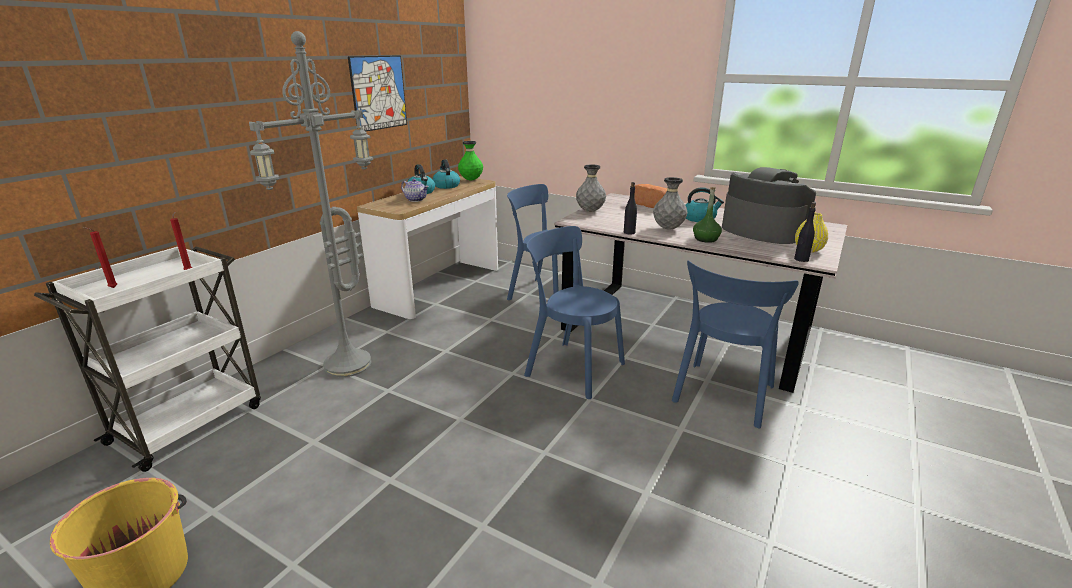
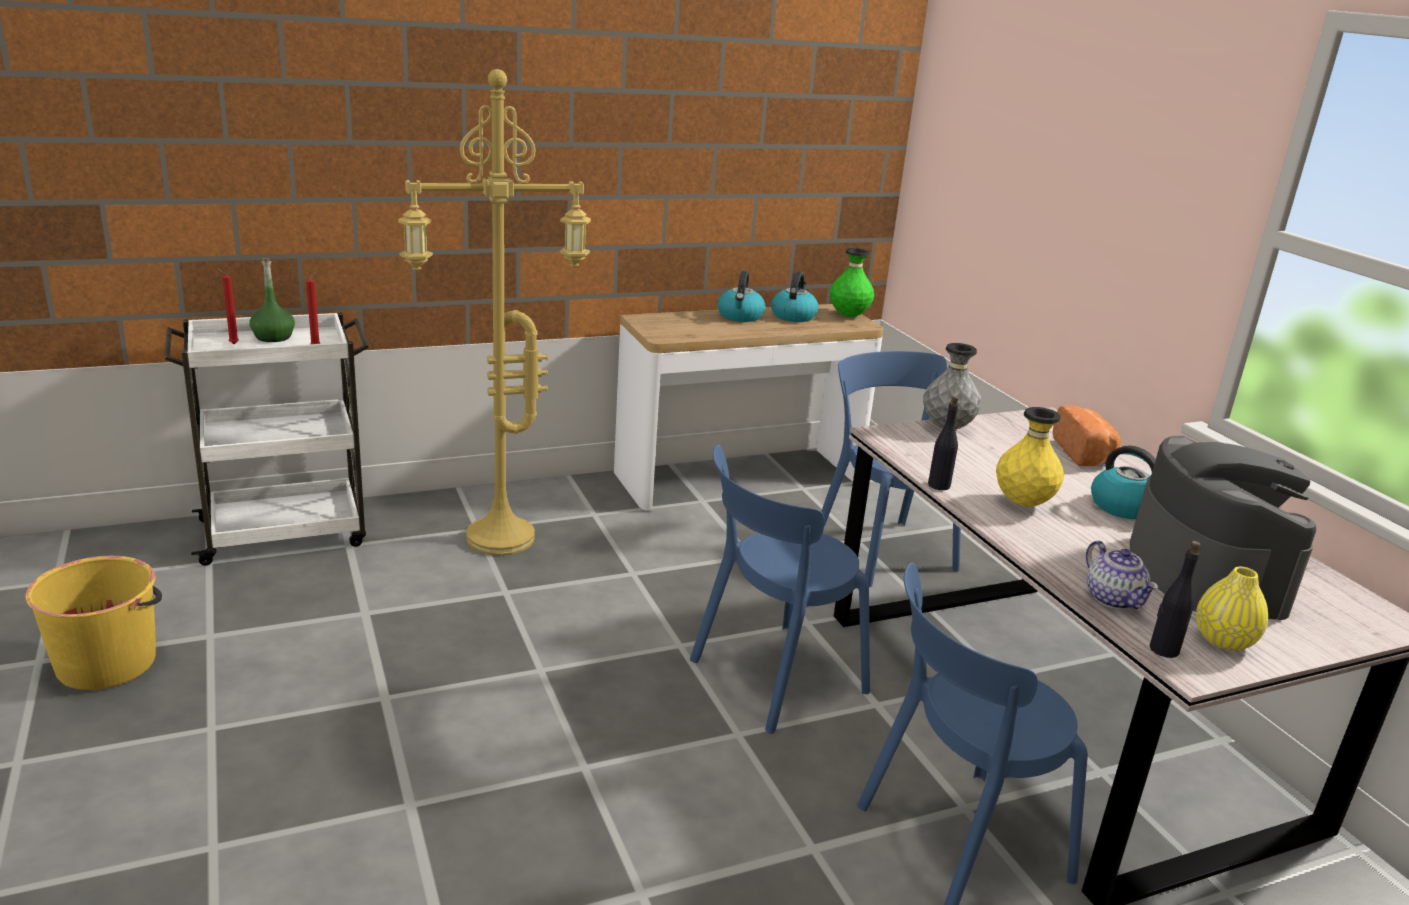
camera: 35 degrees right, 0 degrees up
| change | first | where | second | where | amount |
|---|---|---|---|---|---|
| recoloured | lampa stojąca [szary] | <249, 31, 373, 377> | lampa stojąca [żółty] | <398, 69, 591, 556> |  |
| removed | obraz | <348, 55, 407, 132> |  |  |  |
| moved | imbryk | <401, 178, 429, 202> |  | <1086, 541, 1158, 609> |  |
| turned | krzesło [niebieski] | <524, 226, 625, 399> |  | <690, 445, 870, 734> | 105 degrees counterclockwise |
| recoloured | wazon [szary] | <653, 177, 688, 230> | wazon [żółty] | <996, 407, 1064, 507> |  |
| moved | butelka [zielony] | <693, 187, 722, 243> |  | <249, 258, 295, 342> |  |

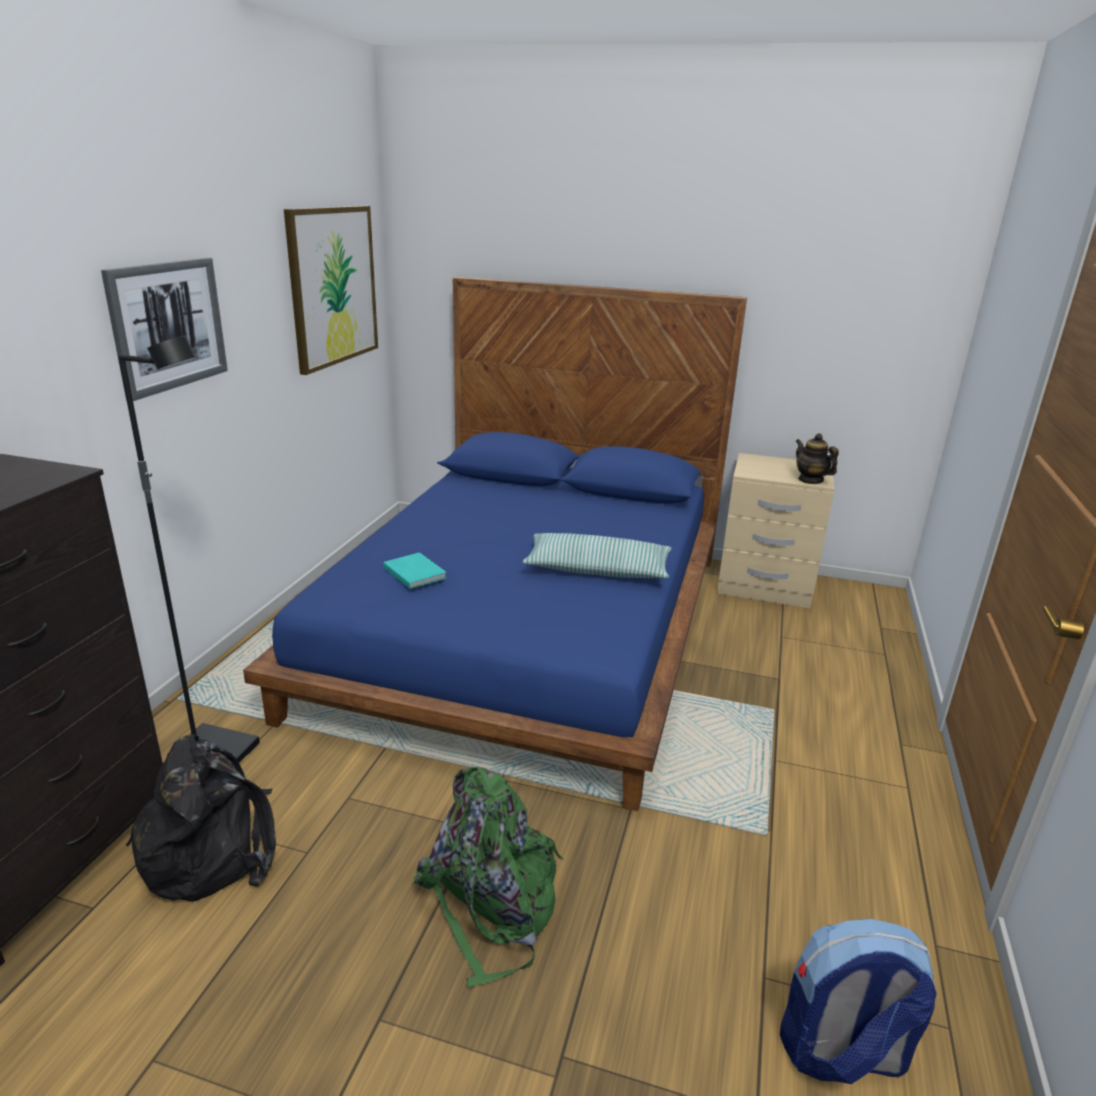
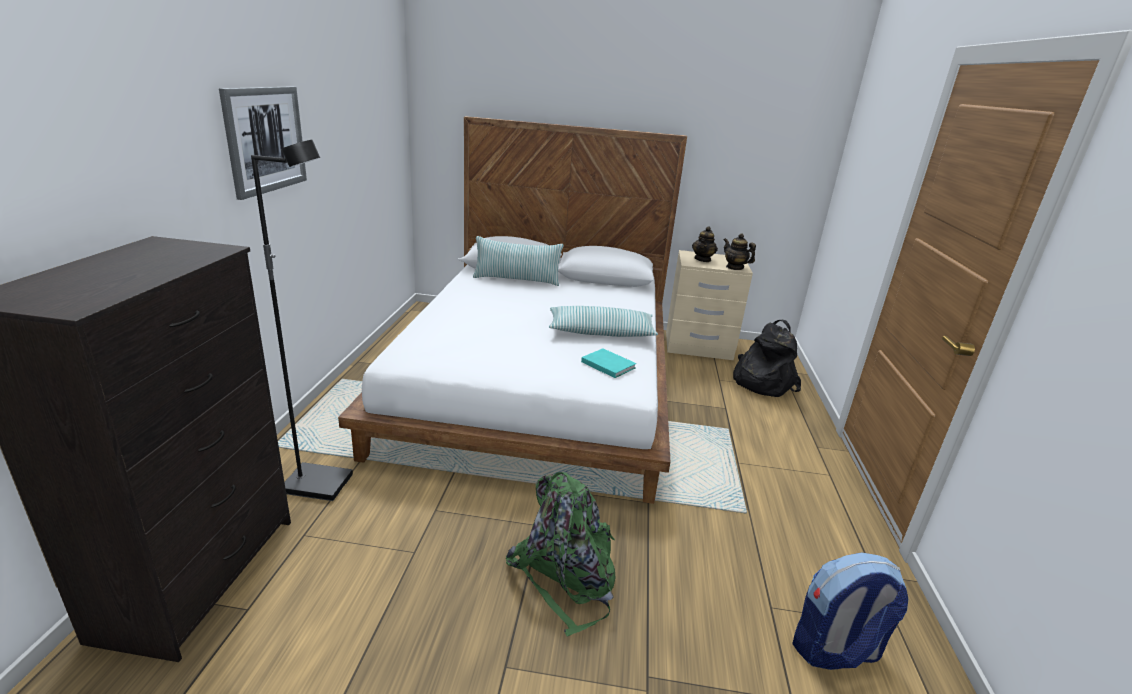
camera: 10 degrees left, 0 degrees up
| change | first | where | second | where | amount |
|---|---|---|---|---|---|
| moved | plecak [czarny] | <126, 734, 276, 902> |  | <733, 319, 801, 397> |  |
| recoloured | łóżko [niebieski] | <243, 277, 747, 811> | łóżko [biały] | <338, 116, 687, 504> |  |
| removed | obraz | <284, 206, 378, 375> |  |  |  |
| moved | książka [turkusowy] | <383, 552, 447, 589> |  | <581, 349, 636, 378> |  |
| added |  |  | poduszka | <473, 236, 564, 286> |  |
| added |  |  | imbryk | <692, 226, 718, 262> |  |

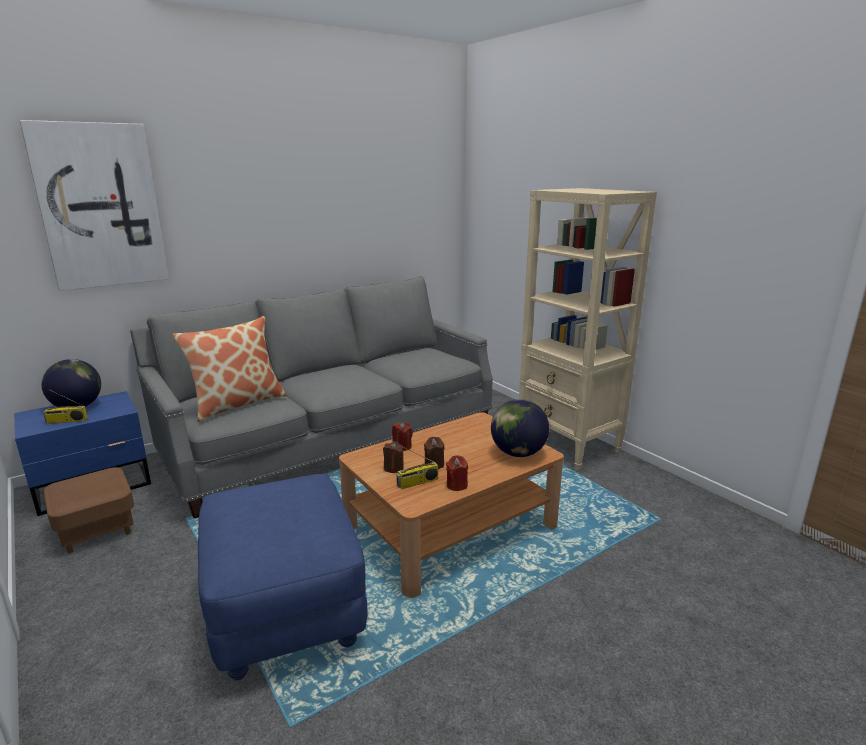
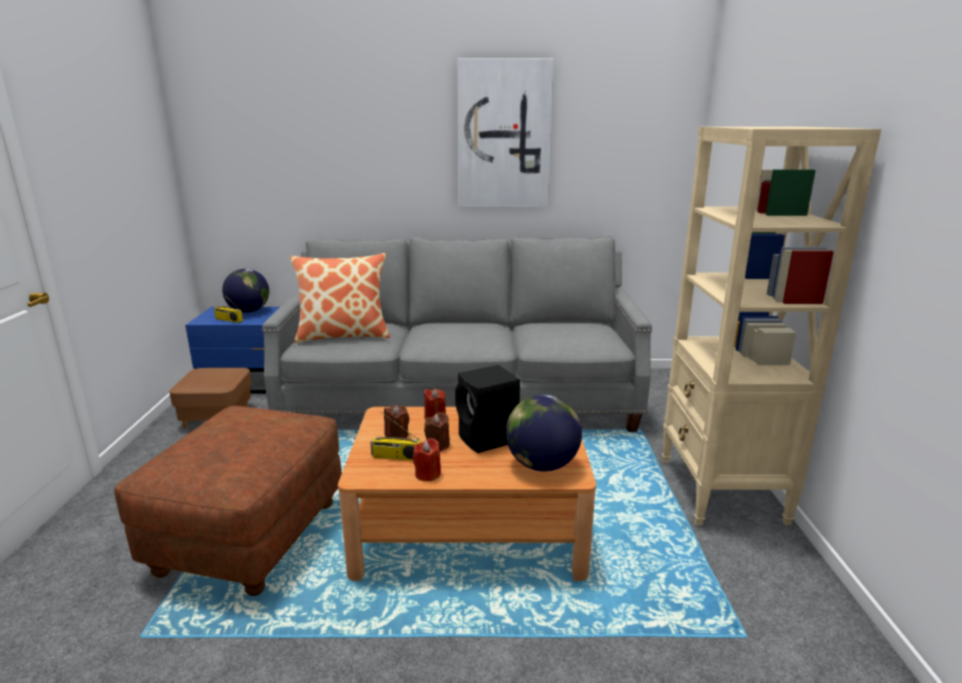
camera: 35 degrees right, 0 degrees up
| change | first | where | second | where | amount |
|---|---|---|---|---|---|
| moved | obraz | <20, 120, 169, 291> |  | <457, 58, 554, 207> |  |
| recoloured | pufa [niebieski] | <198, 474, 367, 680> | pufa [brązowy] | <114, 406, 342, 596> |  |
| added |  |  | głośnik [czarny] | <455, 365, 520, 453> |  |

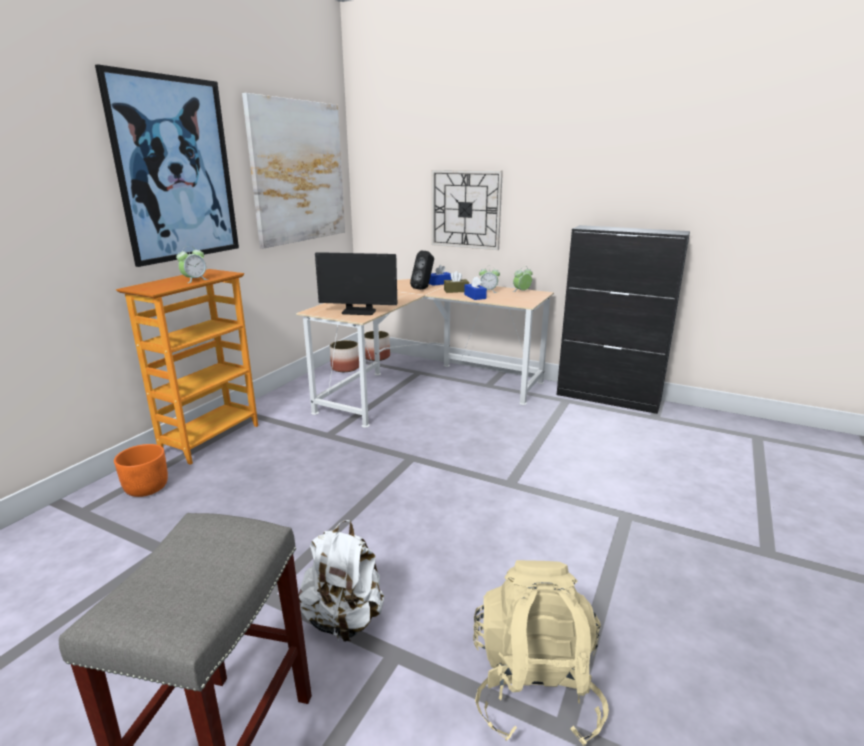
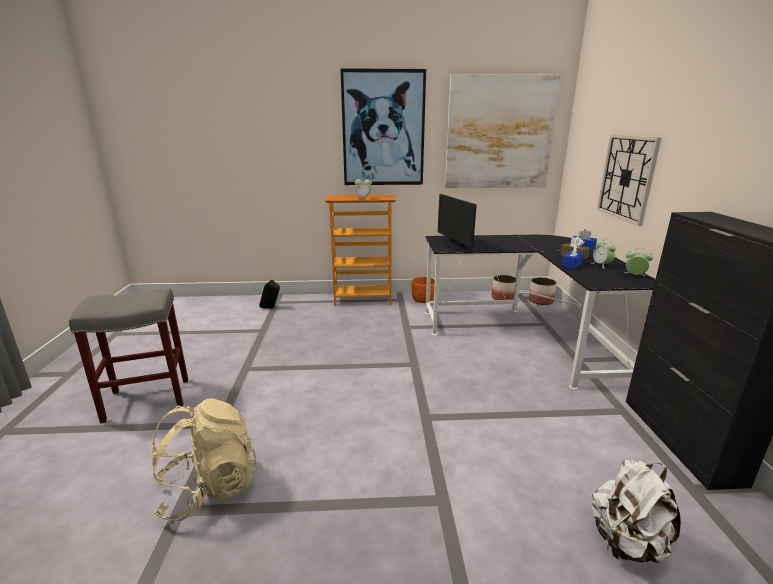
camera: 60 degrees right, 0 degrees up
| change | first | where | second | where | amount |
|---|---|---|---|---|---|
| moved | donica [pomarańczowy] | <114, 444, 168, 497> |  | <411, 277, 435, 303> |  |
| recoloured | biurko [beżowy] | <296, 279, 554, 428> | biurko [czarny] | <425, 235, 655, 390> |  |
| moved | plecak [biały] | <299, 520, 384, 644> |  | <591, 460, 681, 564> |  |
| moved | głośnik [czarny] | <410, 251, 434, 290> |  | <259, 279, 280, 309> |  |

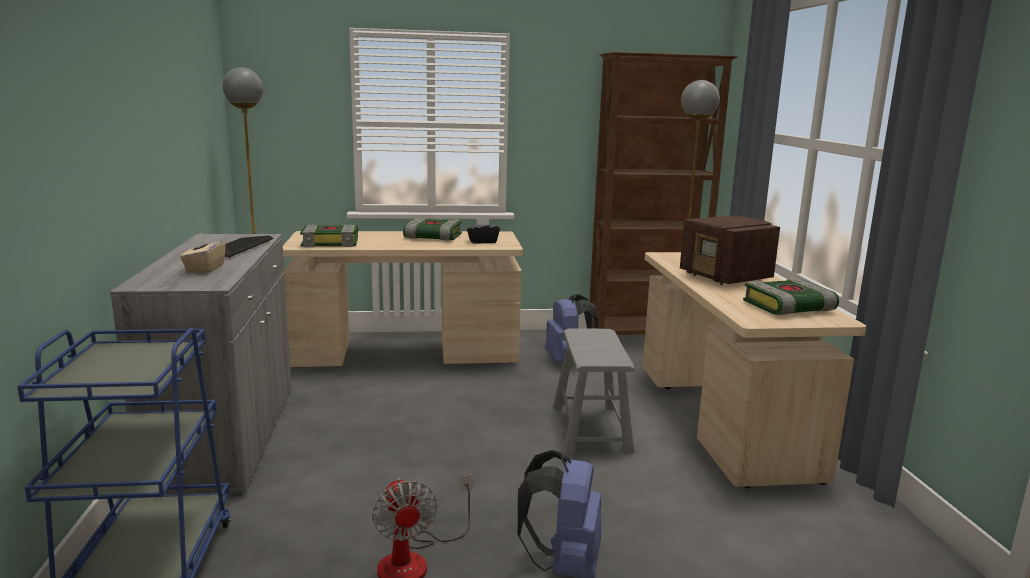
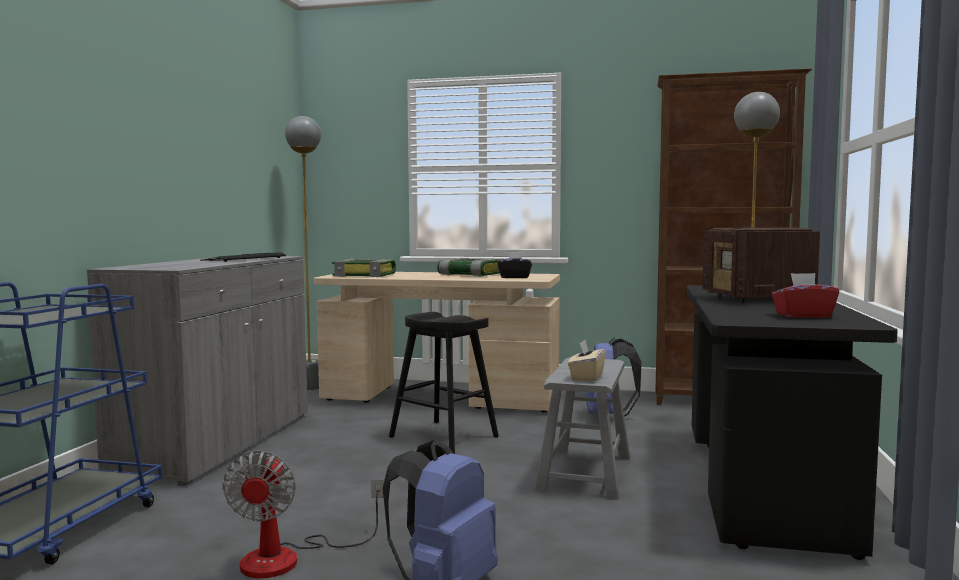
camera: 20 degrees right, 10 degrees down
| change | first | where | second | where | amount |
|---|---|---|---|---|---|
| moved | pudełko chusteczek [beżowy] | <180, 233, 226, 273> |  | <568, 340, 606, 382> |  |
| recoloured | biurko [beżowy] | <643, 252, 866, 488> | biurko [czarny] | <686, 285, 898, 560> |  |
| replaced | książka | <743, 278, 839, 315> | pudełko chusteczek [czerwony] | <771, 273, 839, 318> |  |
| added |  |  | stołek [czarny] | <389, 312, 499, 454> |  |

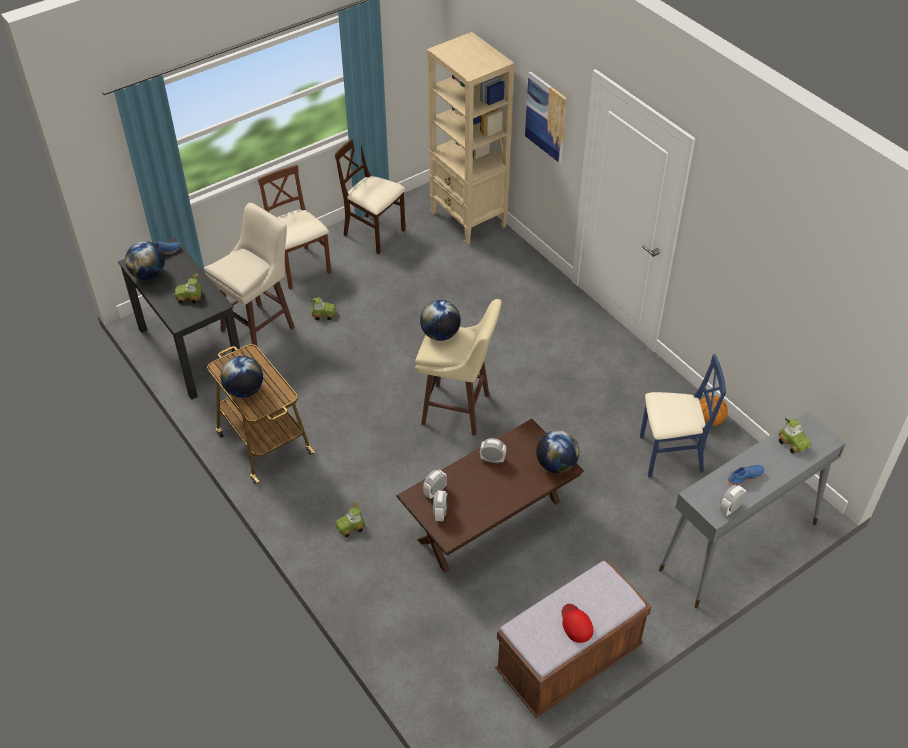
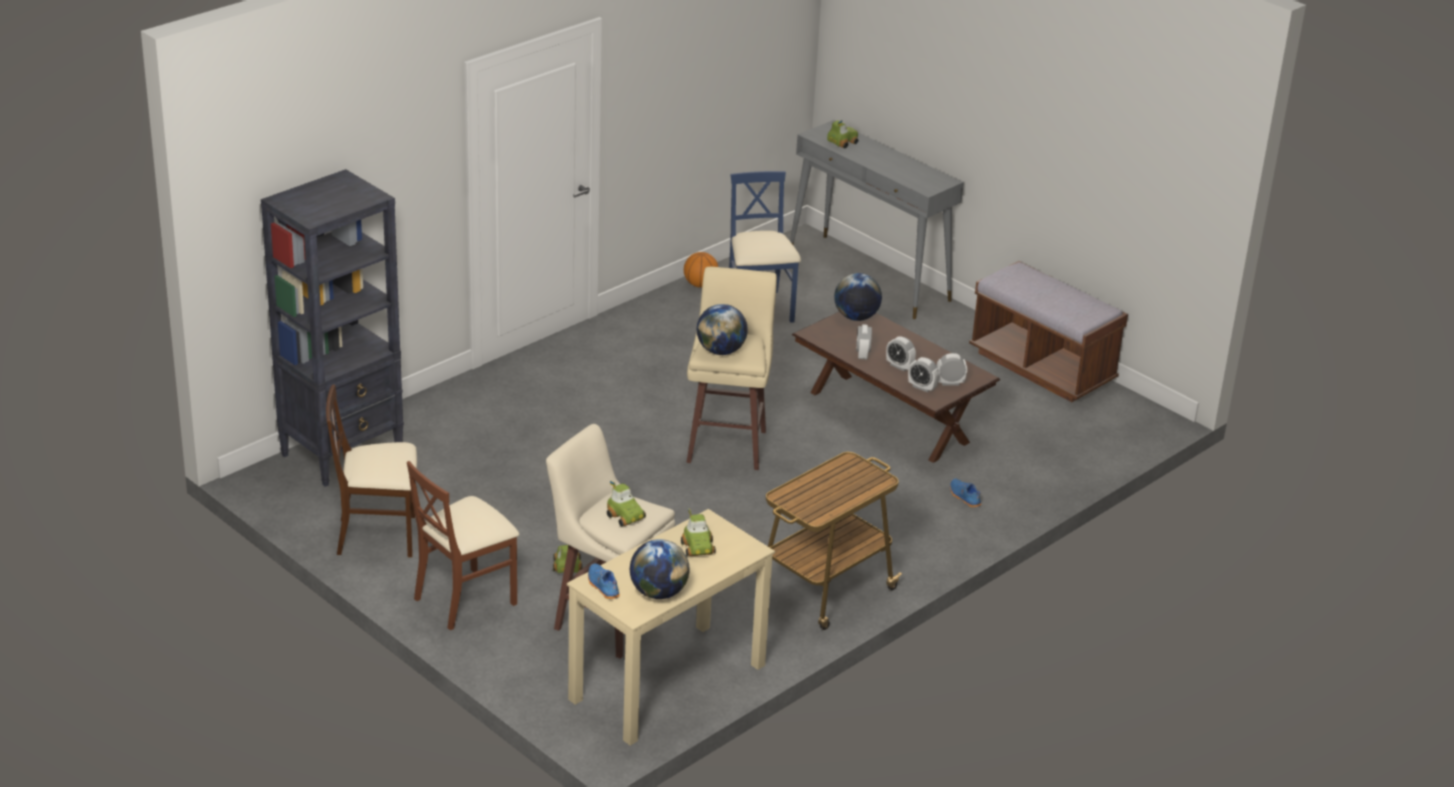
camera: 100 degrees left, 15 degrees down
| change | first | where | second | where | amount |
|---|---|---|---|---|---|
| recoloured | biurko [czarny] | <118, 238, 240, 400> | biurko [beżowy] | <567, 509, 775, 746> |  |
| removed | globus | <220, 356, 263, 398> |  |  |  |
| turned | krzesło [beżowy] | <334, 140, 406, 255> |  | <326, 384, 417, 557> | 60 degrees clockwise |
| moved | samochodzik | <335, 502, 365, 537> |  | <607, 481, 646, 526> |  |
| recoloured | regał [beżowy] | <427, 32, 515, 245> | regał [czarny] | <261, 169, 404, 487> |  |
| removed | obraz | <525, 72, 567, 163> |  |  |  |
| removed | czapka z daszkiem [czerwony] | <561, 604, 593, 643> |  |  |  |
| moved | budzik | <719, 485, 747, 516> |  | <886, 336, 916, 371> |  |
| moved | but [niebieski] | <727, 465, 764, 486> |  | <950, 479, 981, 507> |  |

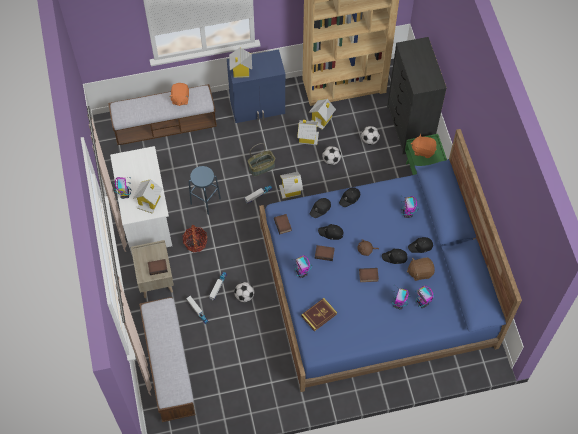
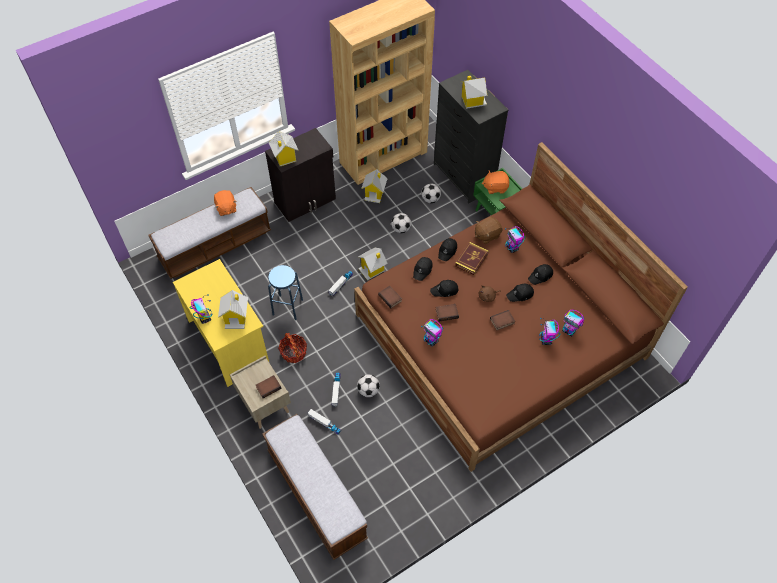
camera: 20 degrees left, 5 degrees down
| change | first | where | second | where | amount |
|---|---|---|---|---|---|
| recoloured | biurko [biały] | <110, 146, 172, 254> | biurko [żółty] | <173, 259, 269, 387> |  |
| recoloured | szafka [niebieski] | <227, 49, 286, 123> | szafka [czarny] | <265, 128, 336, 222> |  |
| removed | koszyk | <248, 143, 275, 176> |  |  |  |
| recoloured | łóżko [niebieski] | <259, 129, 522, 392> | łóżko [brązowy] | <354, 142, 688, 472> |  |
| moved | domek | <297, 120, 319, 145> |  | <460, 76, 487, 109> |  |
| moved | książka | <301, 298, 337, 331> |  | <455, 242, 489, 275> |  |
| moved | pluszak [brązowy] | <407, 258, 435, 281> |  | <475, 217, 502, 244> |  |

